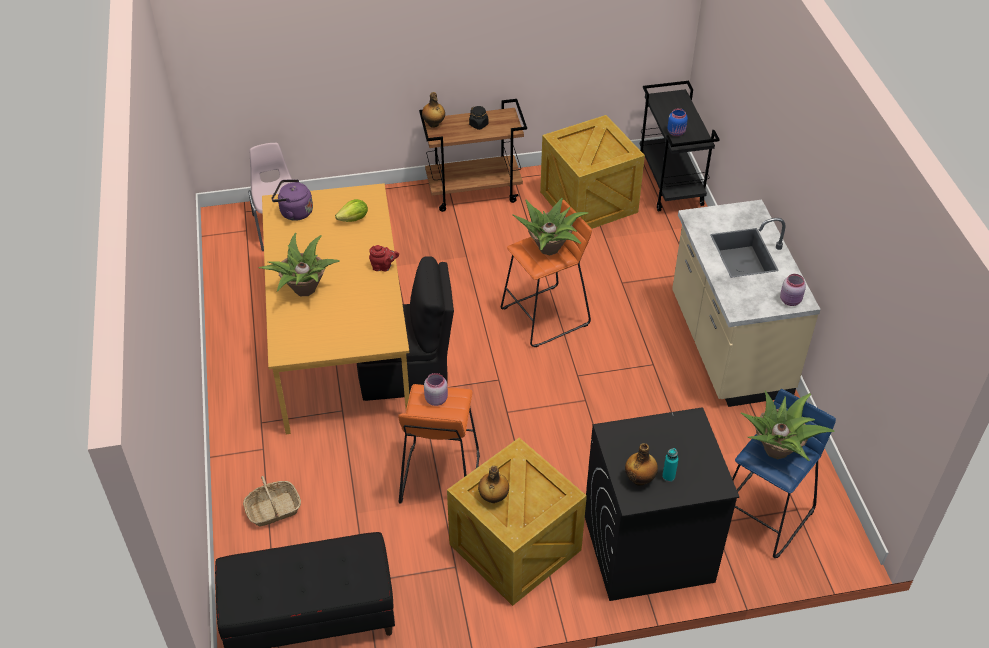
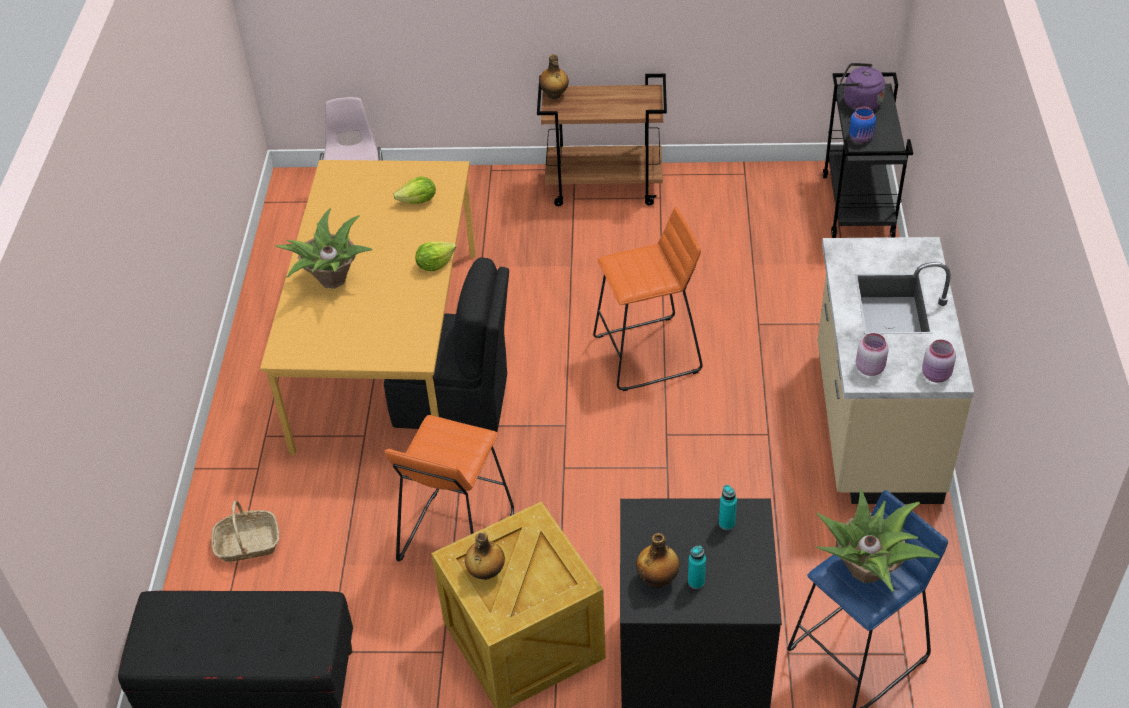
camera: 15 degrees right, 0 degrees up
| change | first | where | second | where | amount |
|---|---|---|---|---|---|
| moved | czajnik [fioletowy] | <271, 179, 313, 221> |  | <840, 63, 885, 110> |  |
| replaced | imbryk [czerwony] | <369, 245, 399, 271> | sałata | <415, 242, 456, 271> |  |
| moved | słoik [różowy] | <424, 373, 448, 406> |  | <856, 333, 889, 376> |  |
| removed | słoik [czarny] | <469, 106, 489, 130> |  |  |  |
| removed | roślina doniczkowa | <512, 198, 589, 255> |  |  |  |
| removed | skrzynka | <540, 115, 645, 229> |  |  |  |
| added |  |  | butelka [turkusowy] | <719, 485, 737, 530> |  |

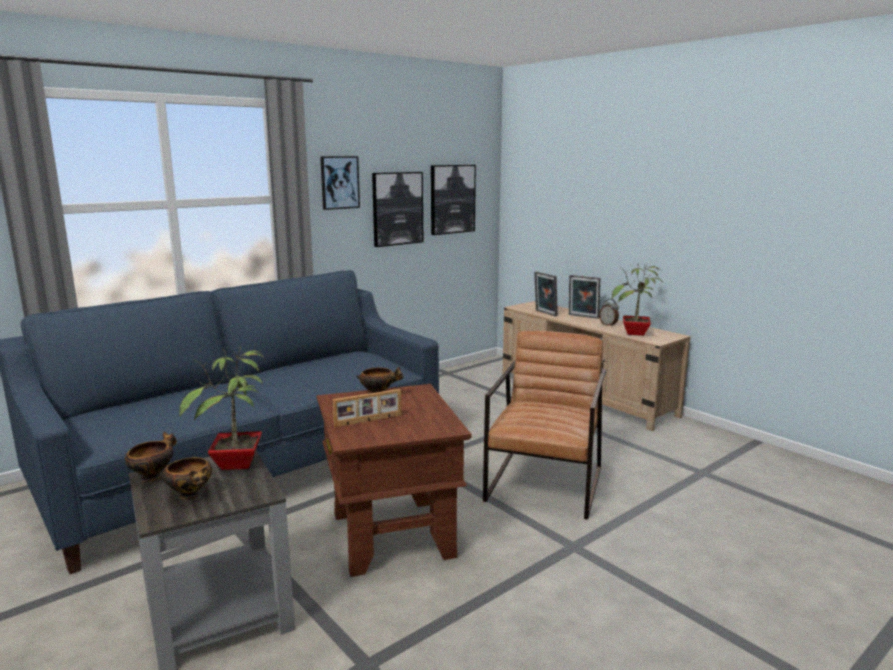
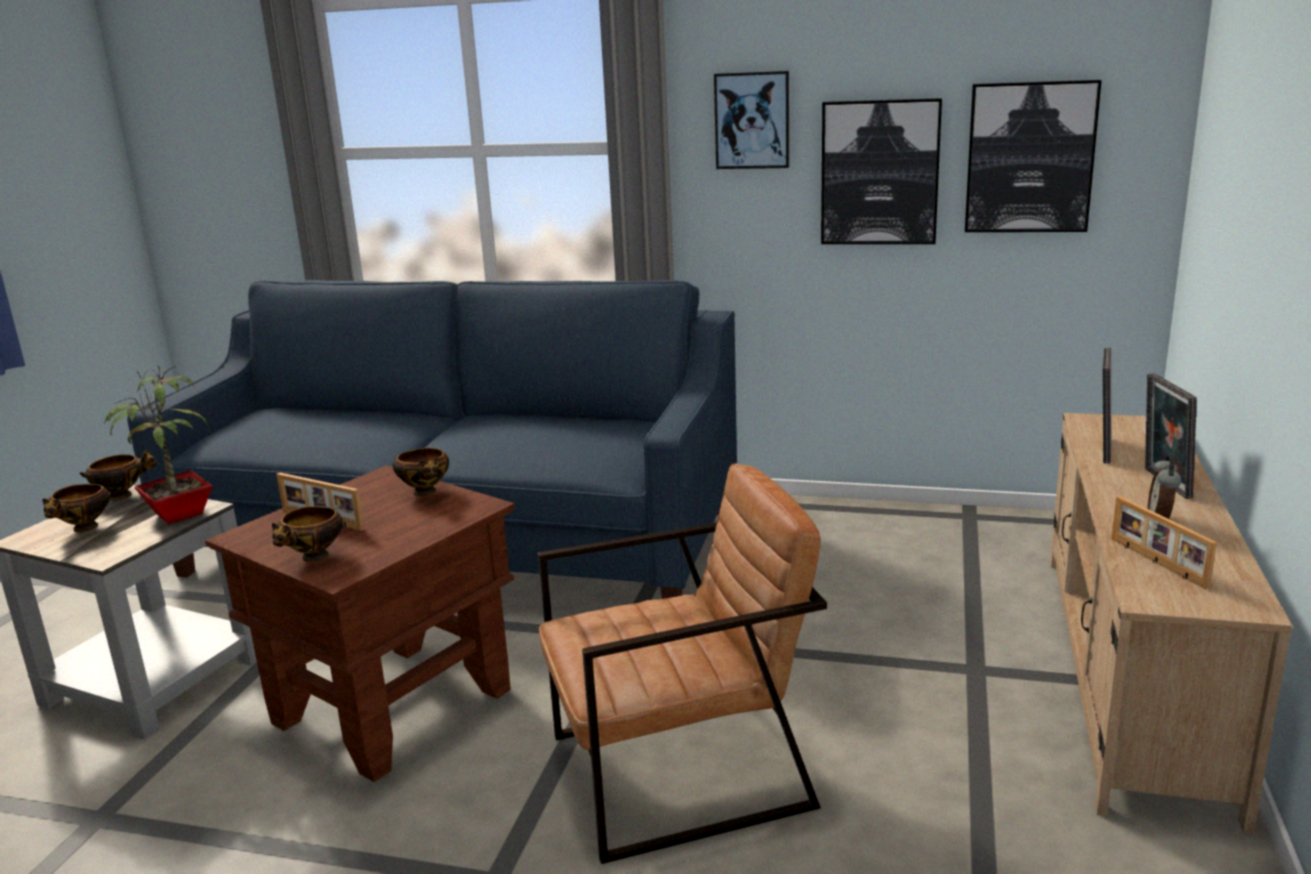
camera: 55 degrees right, 5 degrees up
| change | first | where | second | where | amount |
|---|---|---|---|---|---|
| replaced | roślina doniczkowa | <612, 264, 663, 336> | ramka na zdjęcie | <1111, 496, 1217, 589> |  |
| added |  |  | miska | <272, 506, 343, 562> |  |

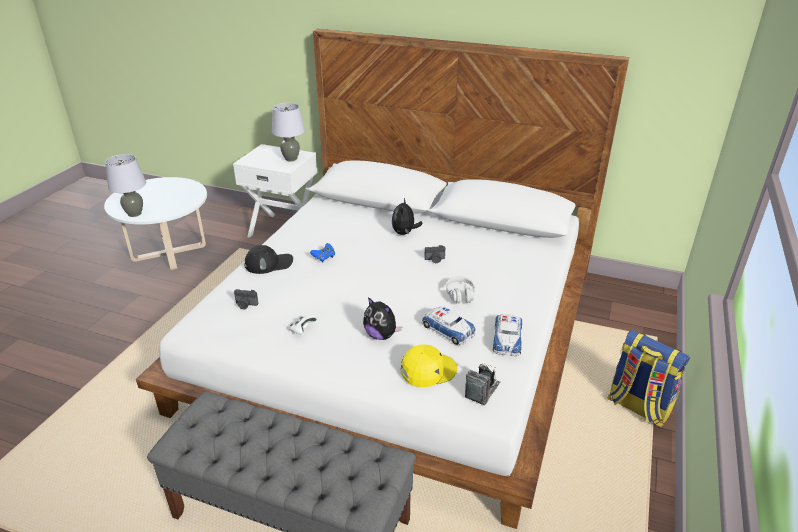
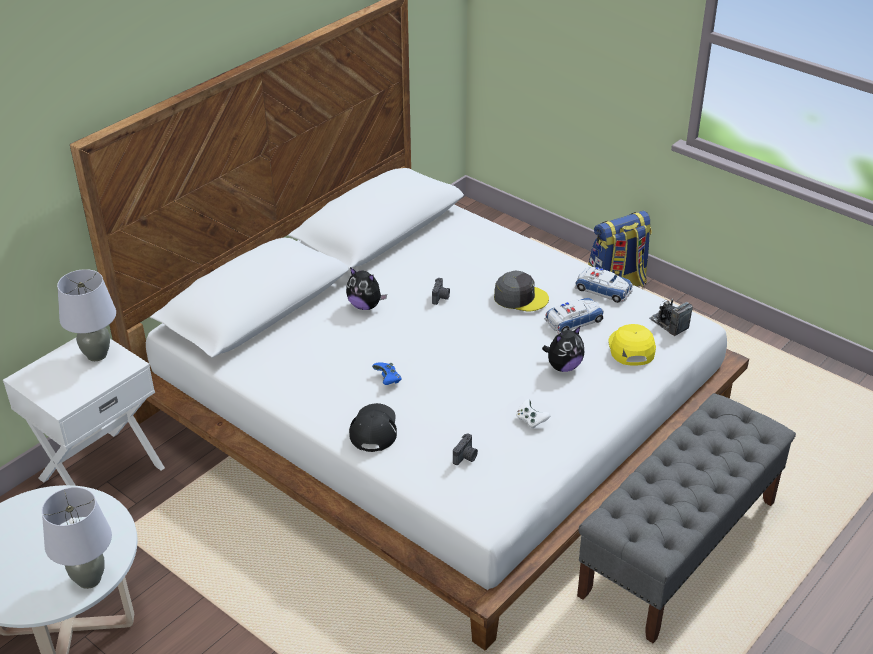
camera: 70 degrees left, 5 degrees up
| change | first | where | second | where | amount |
|---|---|---|---|---|---|
| replaced | słuchawki [szary] | <446, 277, 475, 304> | czapka z daszkiem [szary] | <494, 271, 549, 311> |  |

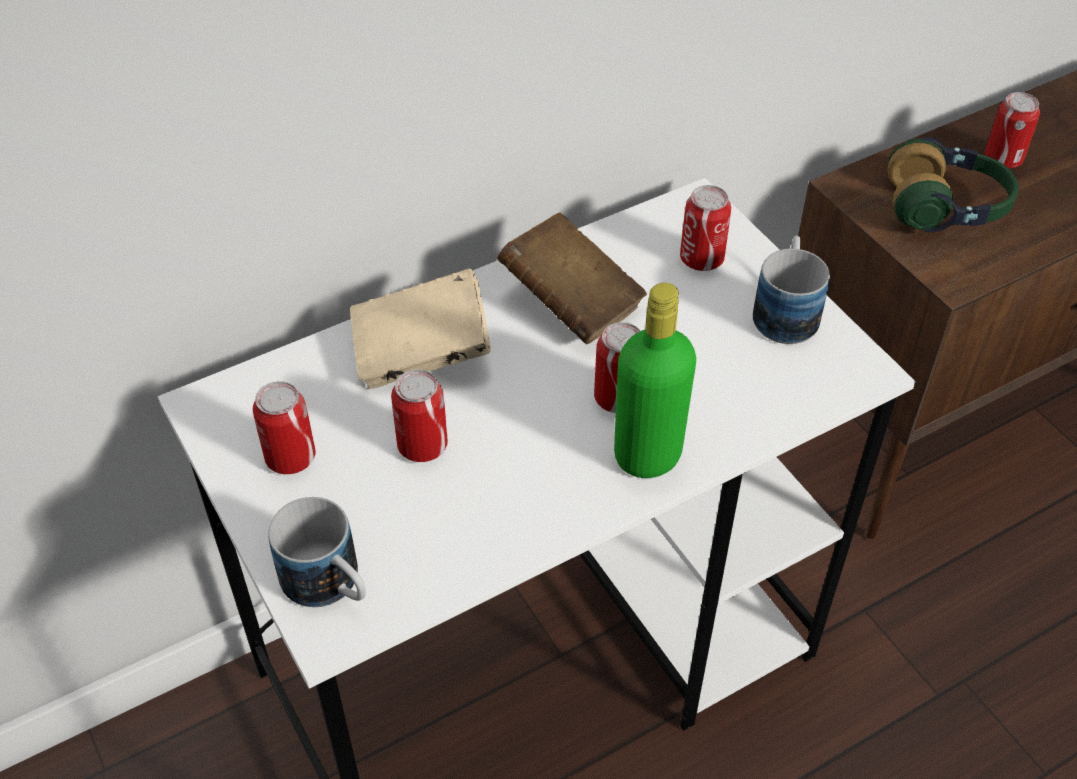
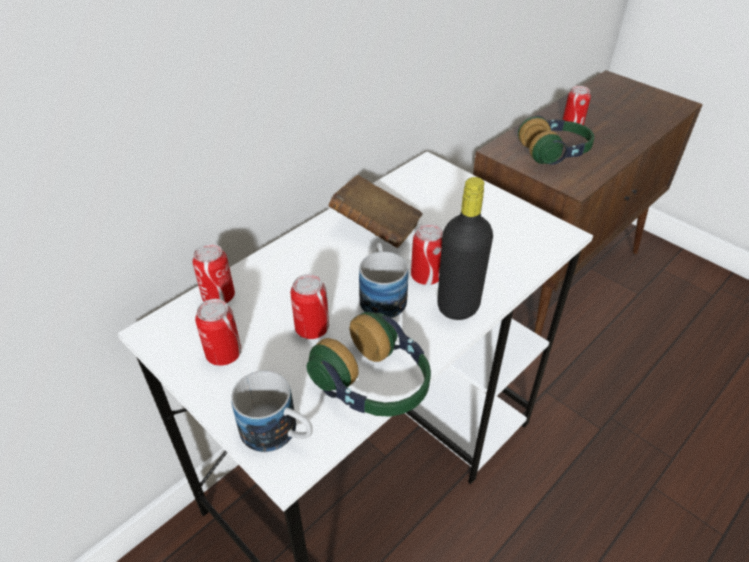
camera: 15 degrees left, 5 degrees down
| change | first | where | second | where | amount |
|---|---|---|---|---|---|
| removed | książka [beżowy] | <350, 268, 491, 389> |  |  |  |
| recoloured | butelka [zielony] | <614, 283, 696, 478> | butelka [czarny] | <437, 177, 493, 320> |  |
| moved | puszka | <680, 185, 731, 271> |  | <192, 243, 235, 303> |  |
| moved | kubek | <753, 236, 830, 344> |  | <359, 243, 408, 318> |  |
| added |  |  | słuchawki | <307, 312, 431, 417> |  |

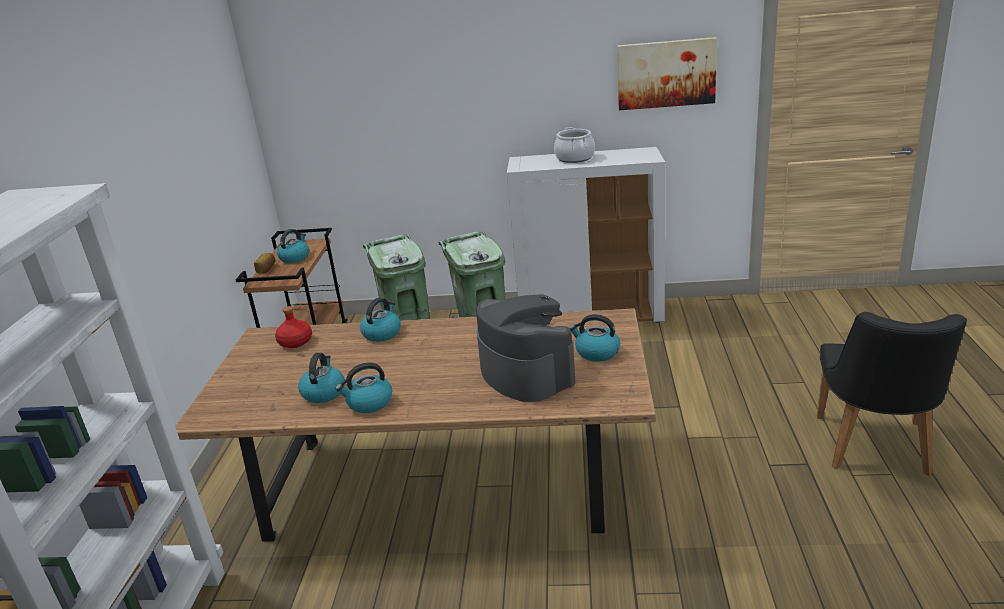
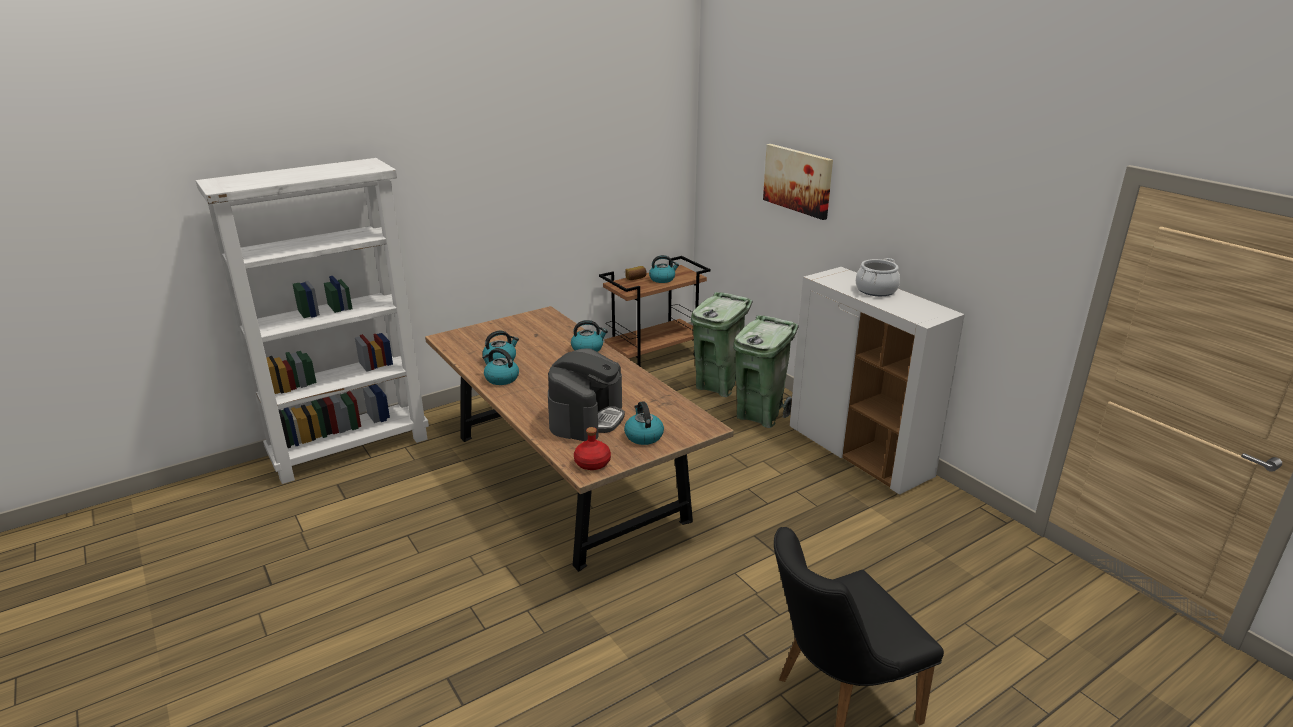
camera: 50 degrees right, 0 degrees up
| change | first | where | second | where | amount |
|---|---|---|---|---|---|
| moved | butelka [czerwony] | <275, 306, 312, 348> |  | <574, 427, 611, 470> |  |
| moved | obraz | <617, 37, 717, 110> |  | <763, 144, 833, 220> |  |

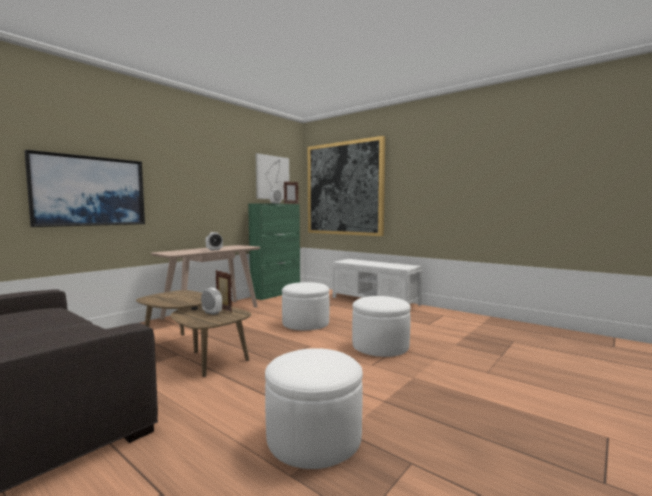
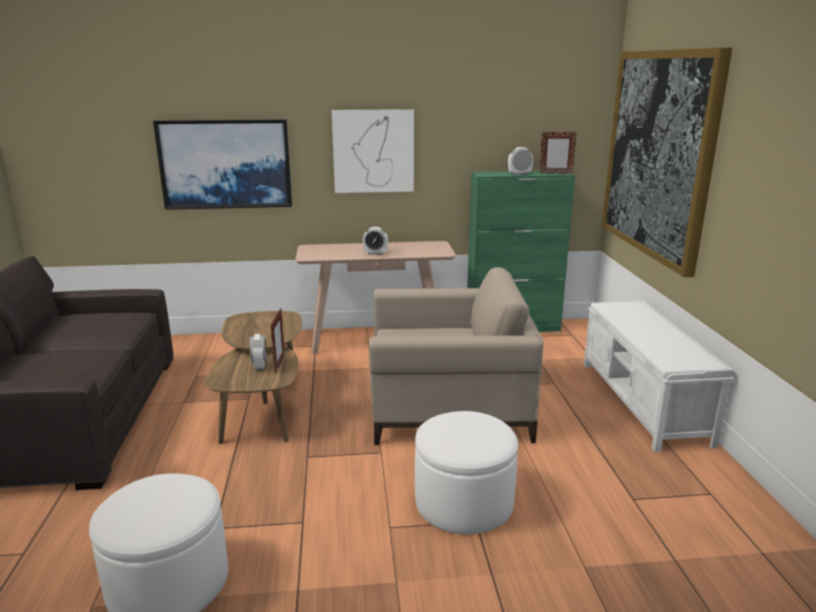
camera: 45 degrees right, 15 degrees up
| change | first | where | second | where | amount |
|---|---|---|---|---|---|
| moved | obraz | <255, 153, 289, 200> |  | <332, 109, 414, 193> |  |
| replaced | pufa [biały] | <282, 282, 330, 330> | fotel [beżowy] | <369, 267, 544, 445> |  |

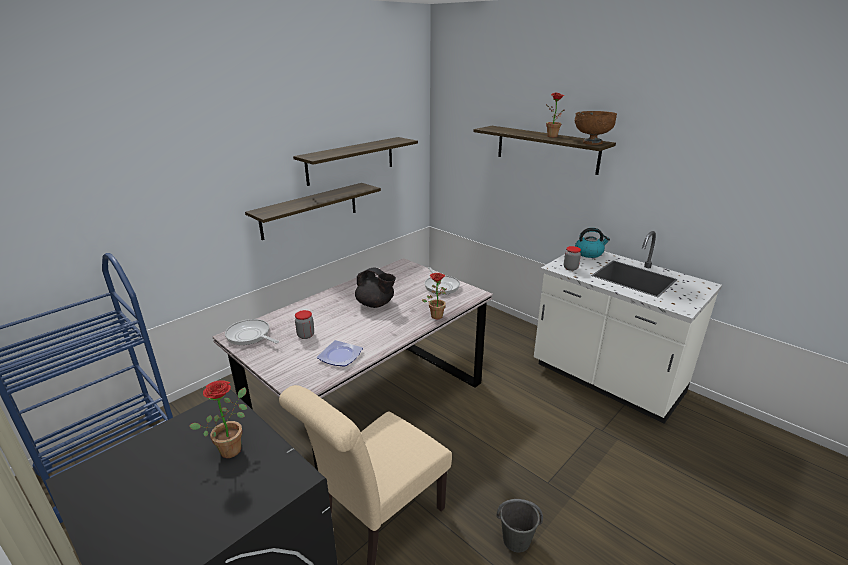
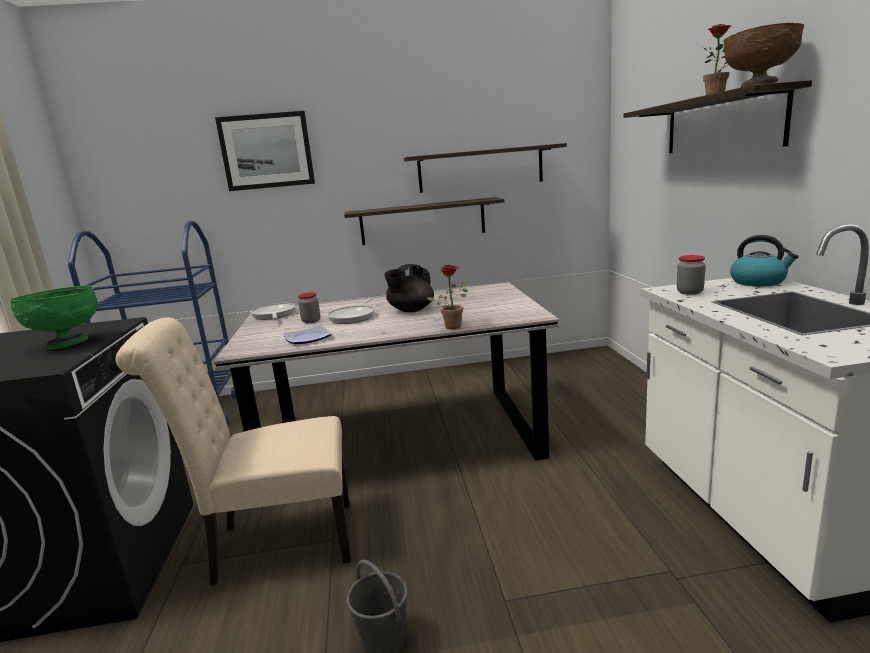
camera: 40 degrees right, 10 degrees down
| change | first | where | second | where | amount |
|---|---|---|---|---|---|
| replaced | roślina doniczkowa | <189, 380, 247, 458> | miska [zielony] | <10, 285, 98, 349> |  |
| turned | imbryk [czarny] | <355, 267, 396, 308> |  | <384, 264, 434, 312> | 60 degrees clockwise |
| moved | patelnia | <425, 267, 460, 295> |  | <327, 298, 375, 324> |  |
| added |  |  | obraz | <215, 111, 315, 191> |  |

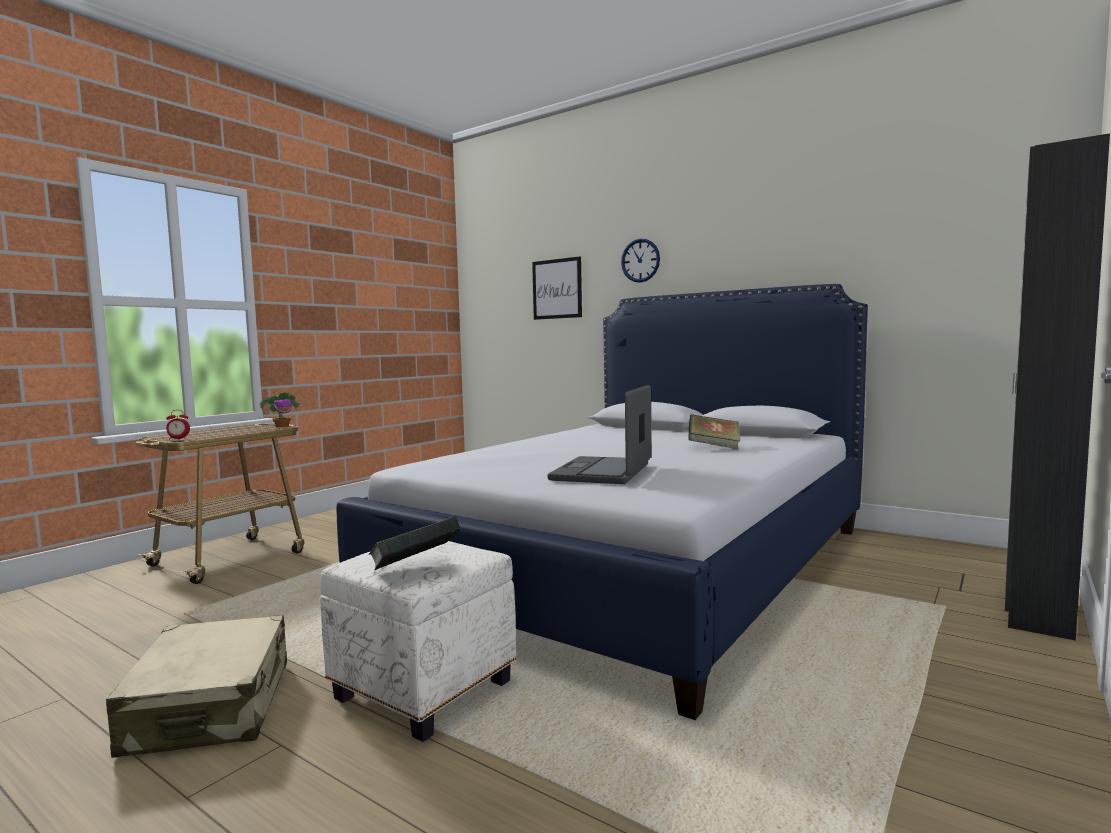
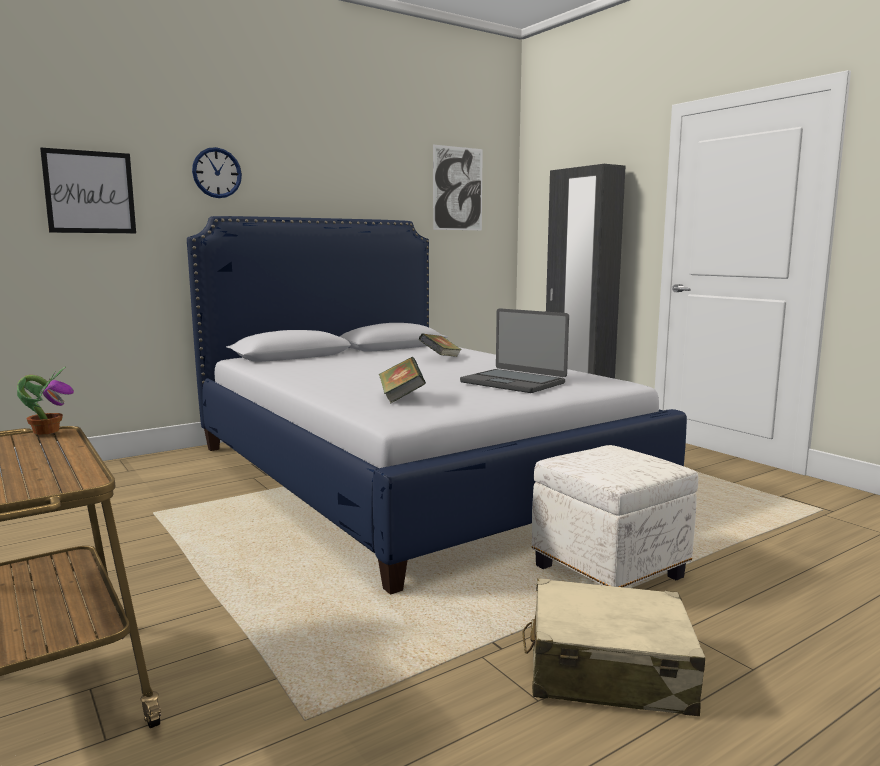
camera: 70 degrees left, 5 degrees up
| change | first | where | second | where | amount |
|---|---|---|---|---|---|
| removed | budzik | <166, 410, 190, 440> |  |  |  |
| moved | książka | <369, 516, 460, 570> |  | <379, 357, 426, 403> |  |
| added |  |  | obraz | <433, 145, 483, 230> |  |

